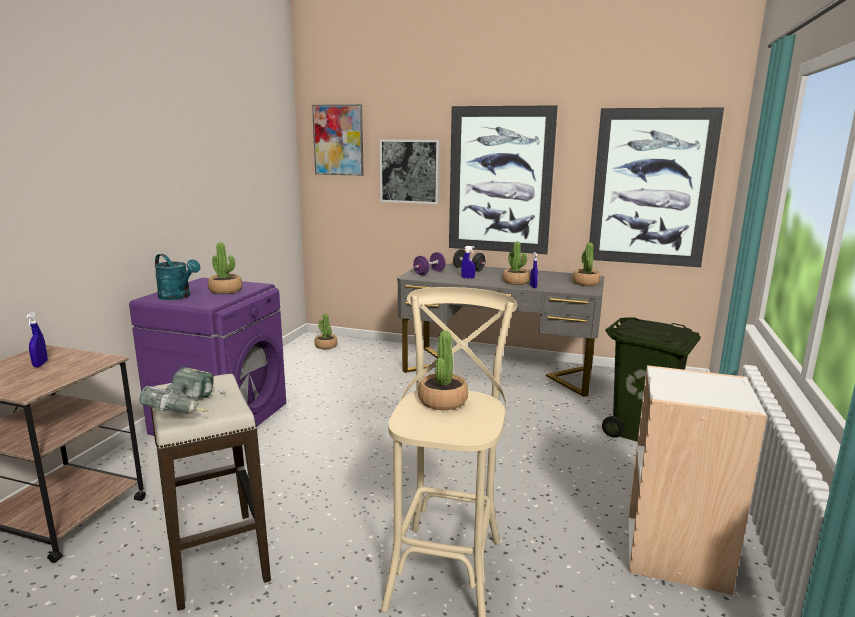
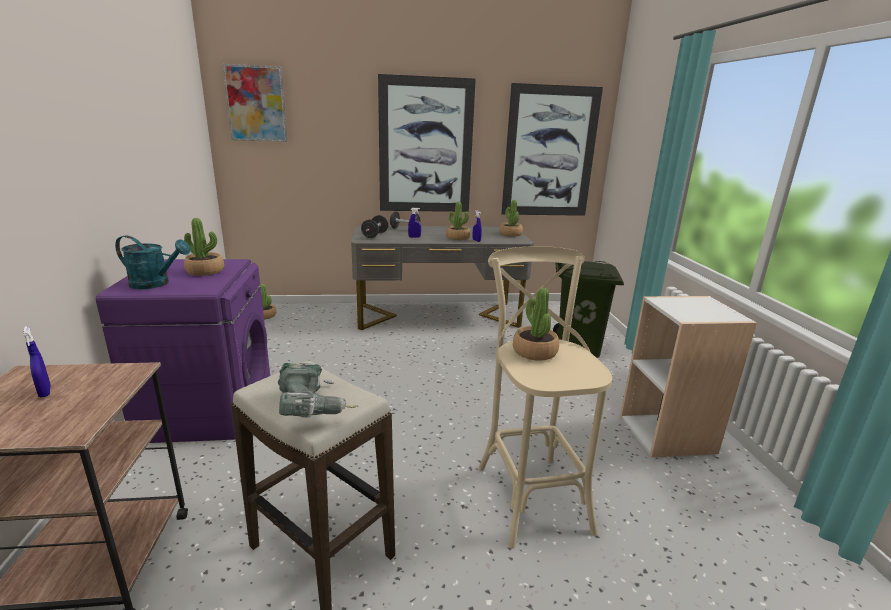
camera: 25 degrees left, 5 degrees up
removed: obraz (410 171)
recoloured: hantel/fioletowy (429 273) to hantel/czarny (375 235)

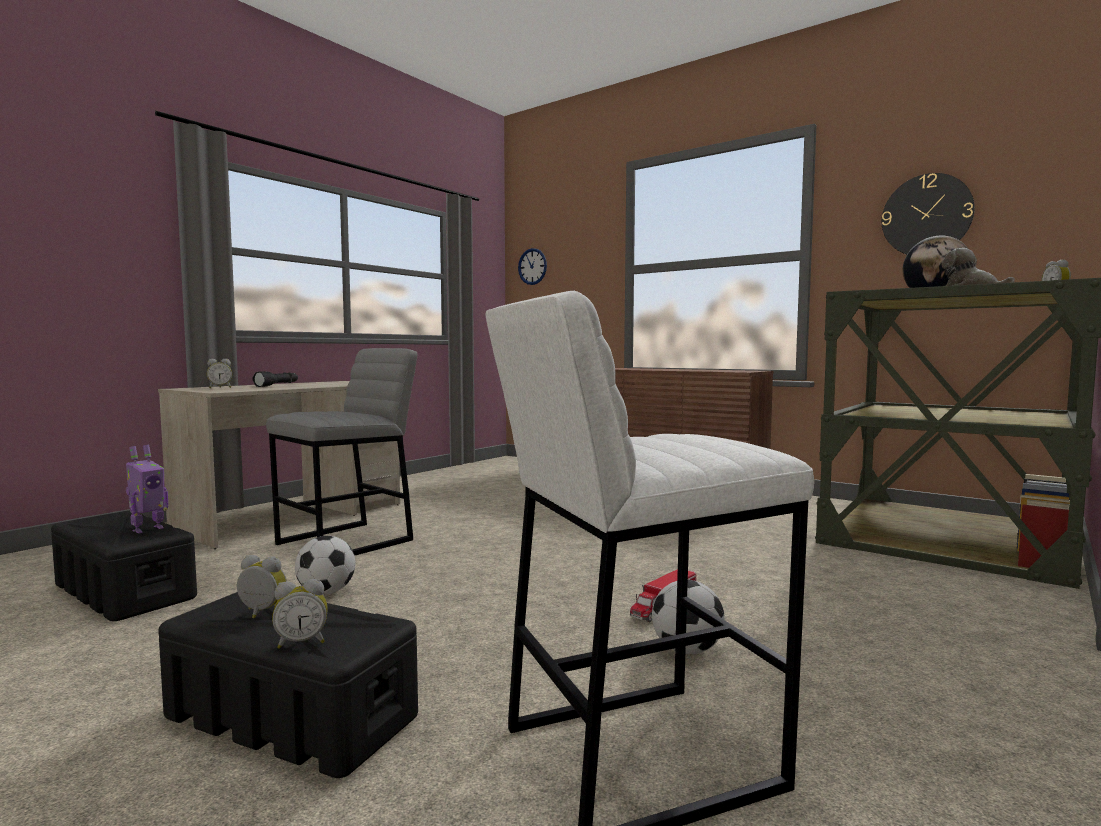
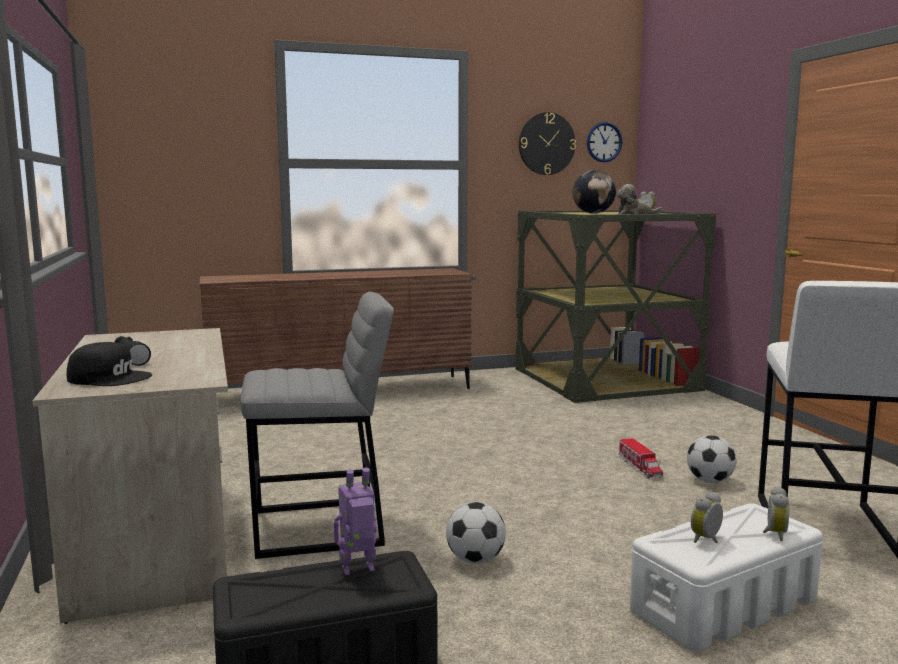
camera: 55 degrees left, 5 degrees up
moved: zegar ścienny (532 266) to (604 142)
replaced: budzik (220 387) to czapka z daszkiem/czarny (110 378)
recoloured: pojemnik do przechowywania/czarny (290 716) to pojemnik do przechowywania/biały (723 606)
turned: krzesło/szary (348 541) = (322 527) 90 degrees clockwise; robot zabawkowy (147 529) = (358 569) 90 degrees counterclockwise

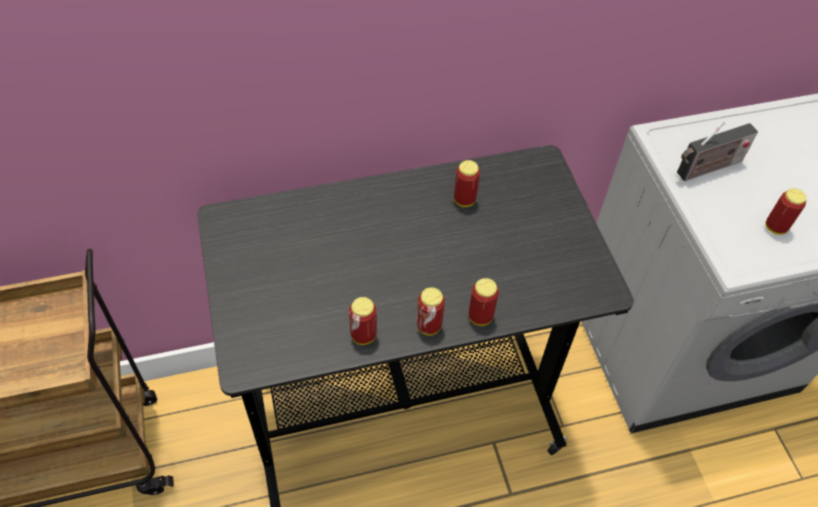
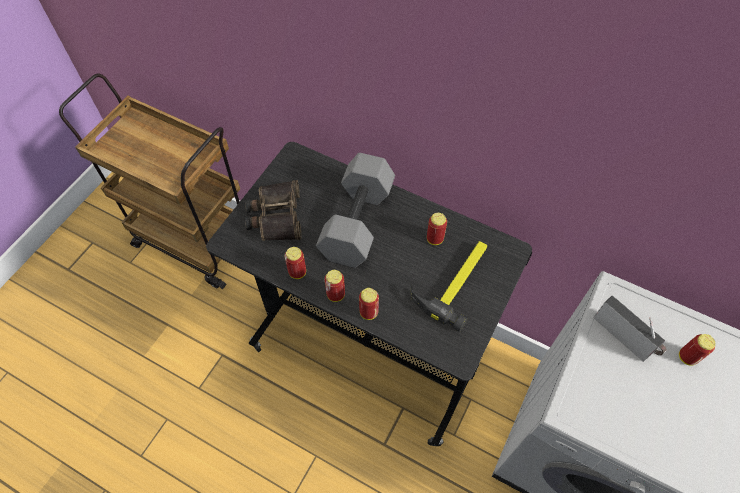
camera: 45 degrees right, 5 degrees up
added: hantel/szary (358 223); lornetka (275 216); młotek (454 281)
moved: puszka (775 227) to (687 357)
turned: radio (707 168) = (624 337) 150 degrees counterclockwise

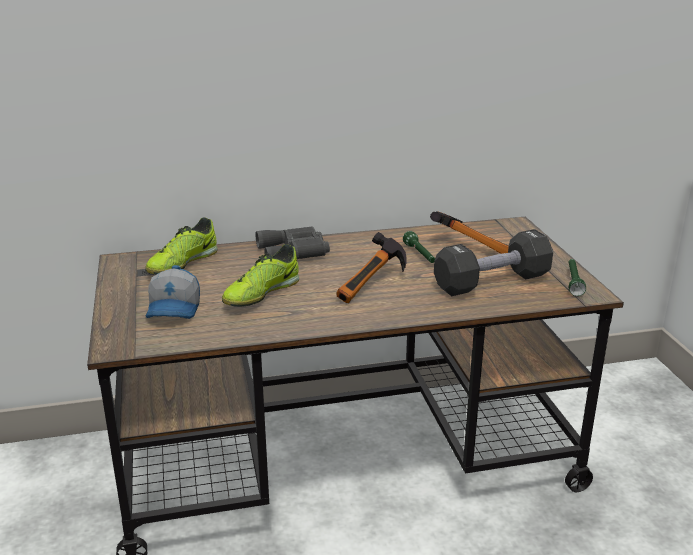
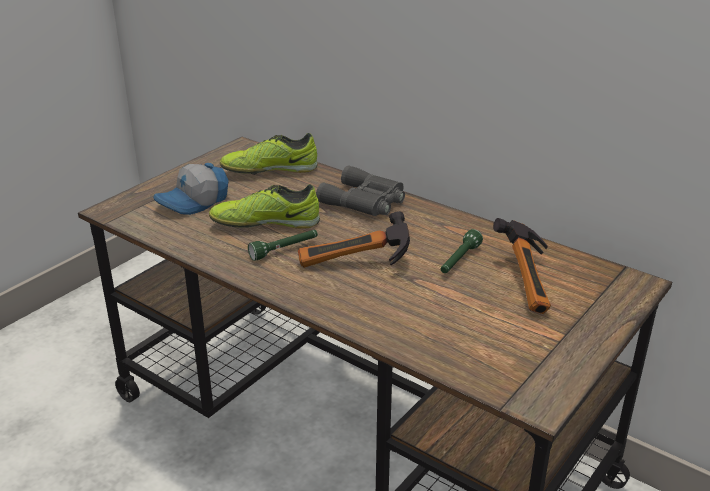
camera: 50 degrees right, 5 degrees up
removed: hantel/czarny (492 282)
moved: latarka/zielony (573 282) to (284 250)

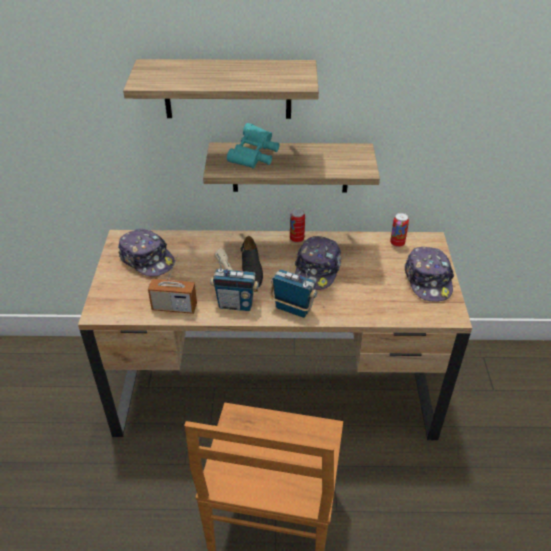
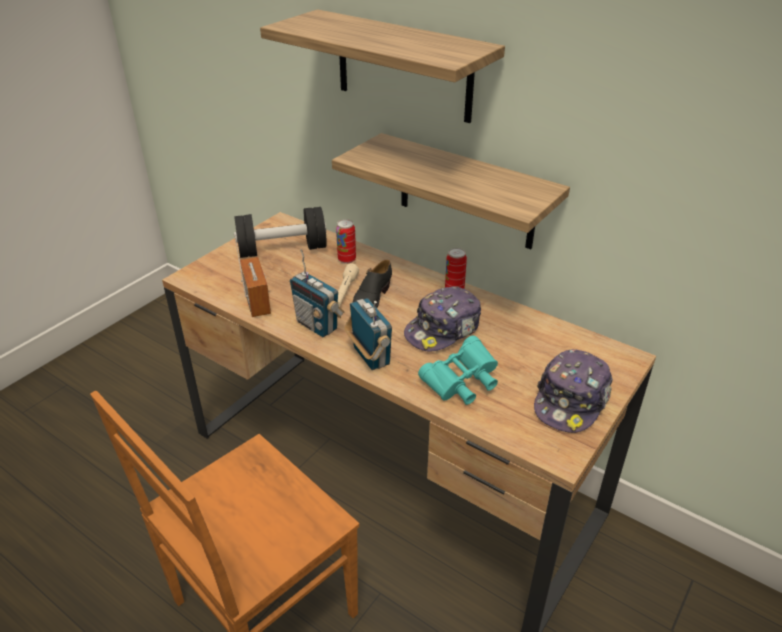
camera: 35 degrees right, 5 degrees down
moved: lornetka/turkusowy (254 157) to (461 384); puszka (397 243) to (347 259)
replaced: czapka z daszkiem (147 259) to hantel/czarny (282 249)
turned: radio (174 307) = (257 302) 150 degrees counterclockwise

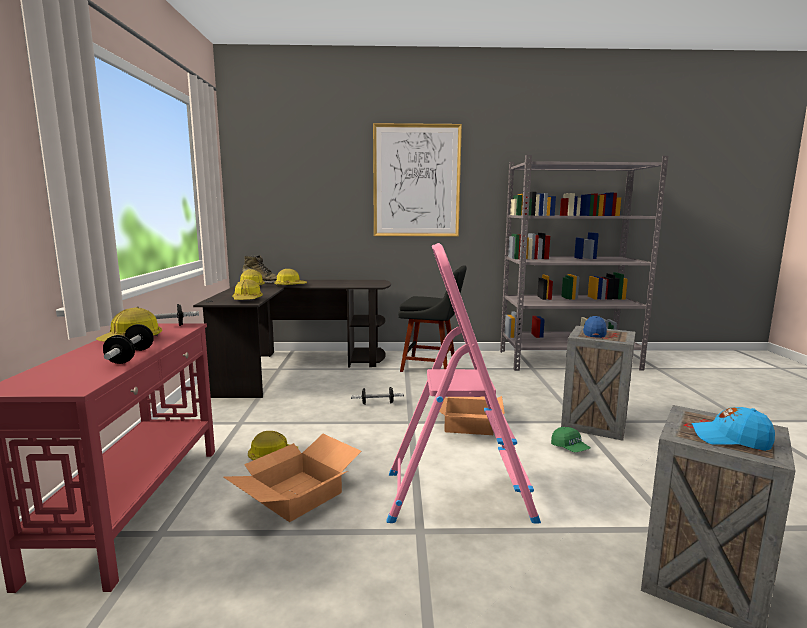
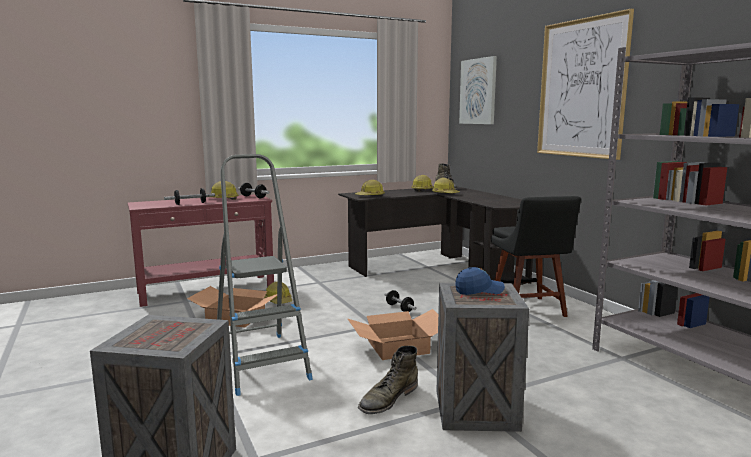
camera: 65 degrees right, 0 degrees up
removed: czapka z daszkiem/niebieski (730 439)
added: obraz (478 91)
replaced: czapka z daszkiem/zielony (570 448) to but z cholewką/zielony (388 399)
recoloured: drabinka/różowy (460 496) to drabinka/szary (261 362)

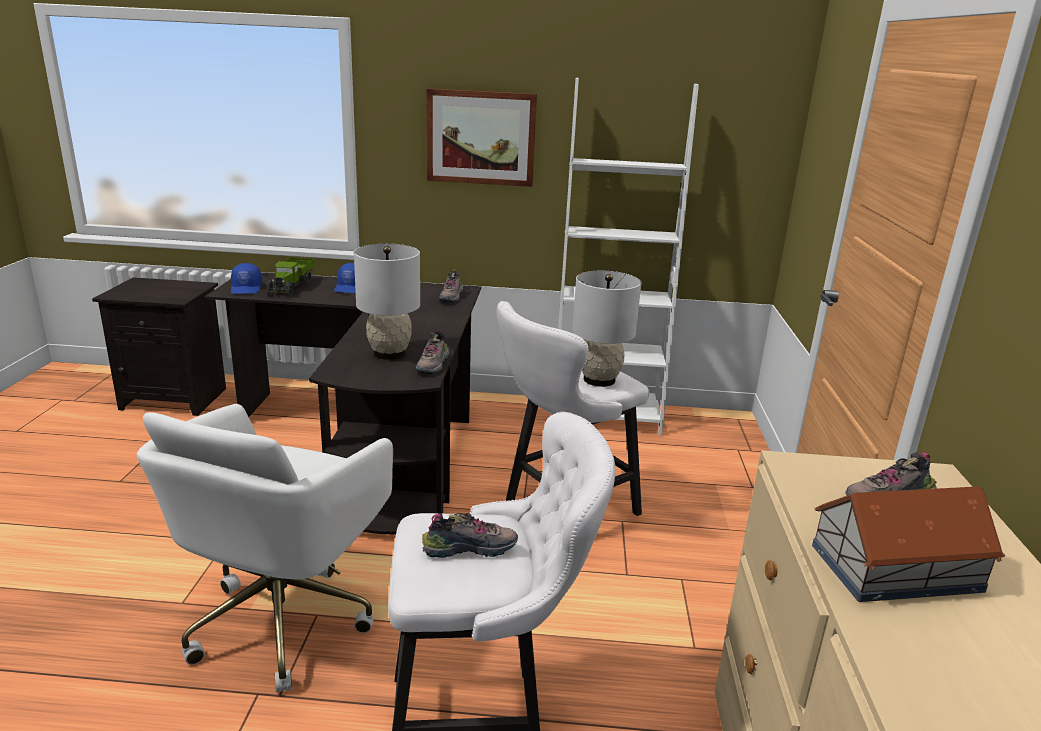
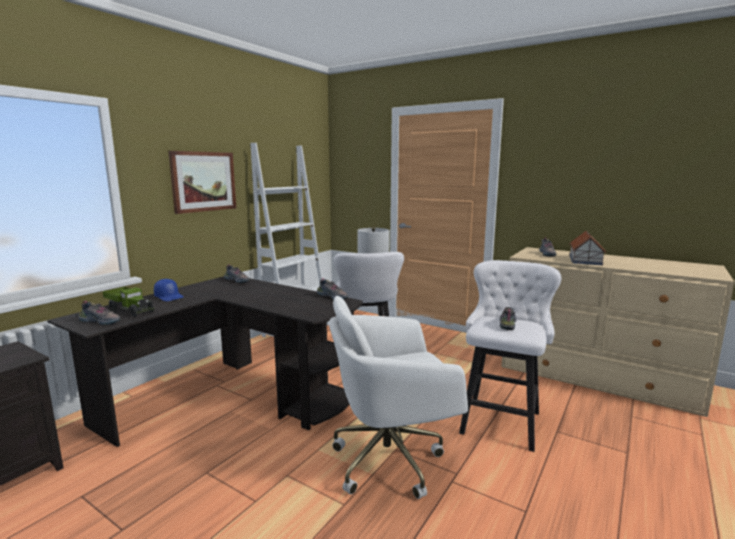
camera: 60 degrees left, 10 degrees down
removed: lampa stołowa/biały (389 353)
replaced: czapka z daszkiem/niebieski (247 288) to but (101 322)
turned: krzesło biurowe/biały (286 619) = (392 461) 120 degrees clockwise

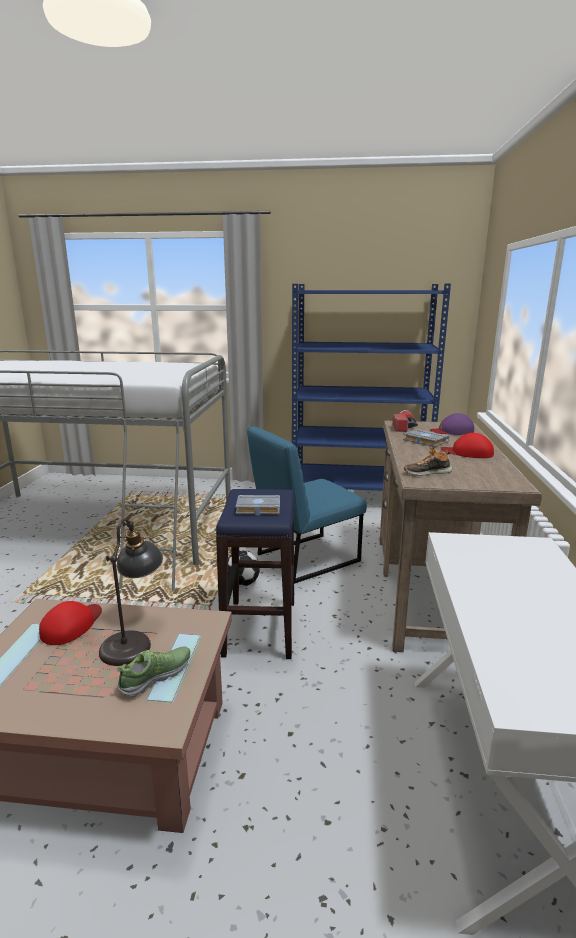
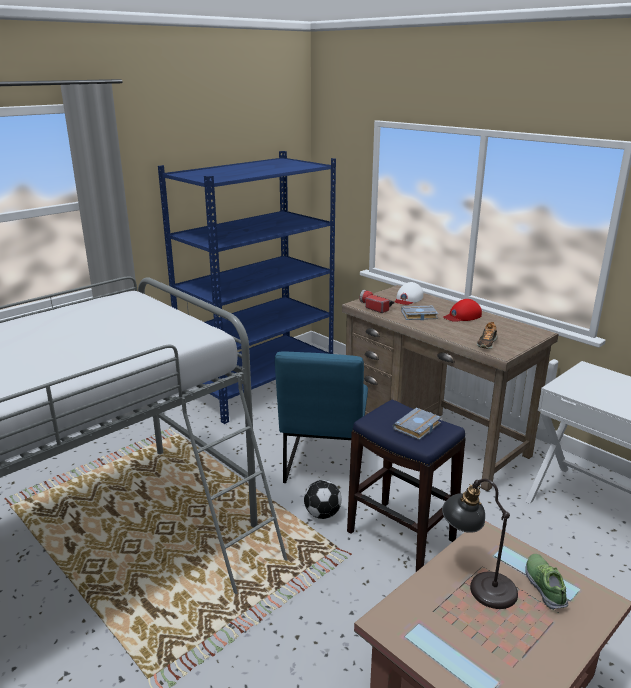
camera: 50 degrees left, 5 degrees up
removed: czapka z daszkiem/czerwony (72 625)
recoloured: czapka z daszkiem/fioletowy (452 431) to czapka z daszkiem/biały (408 299)

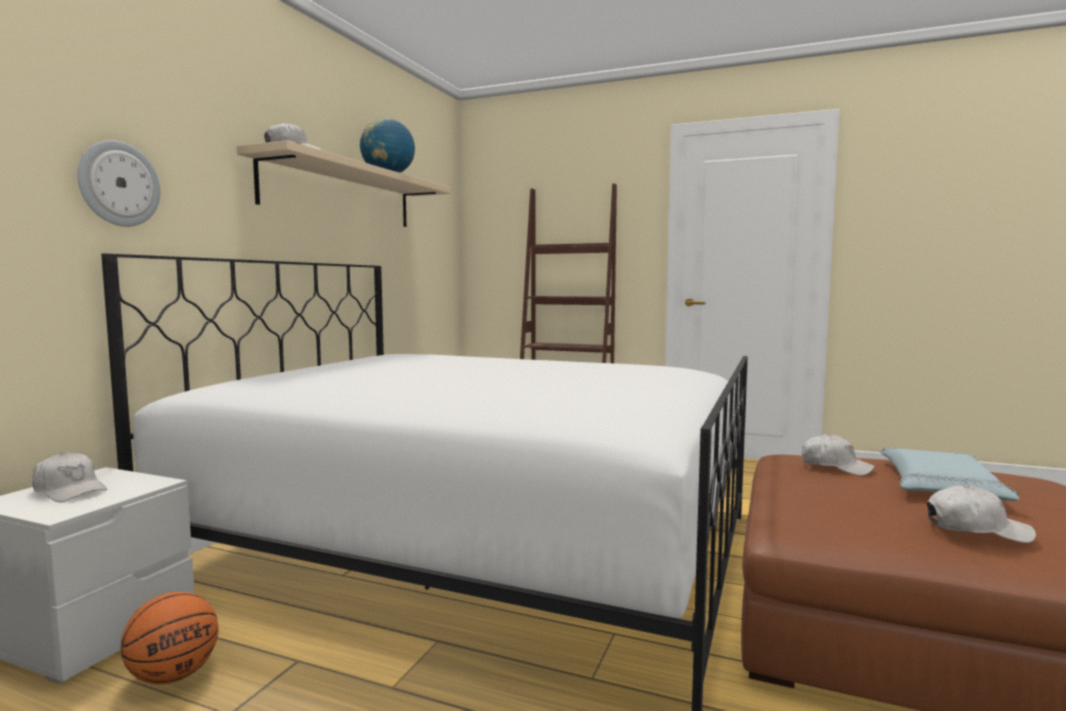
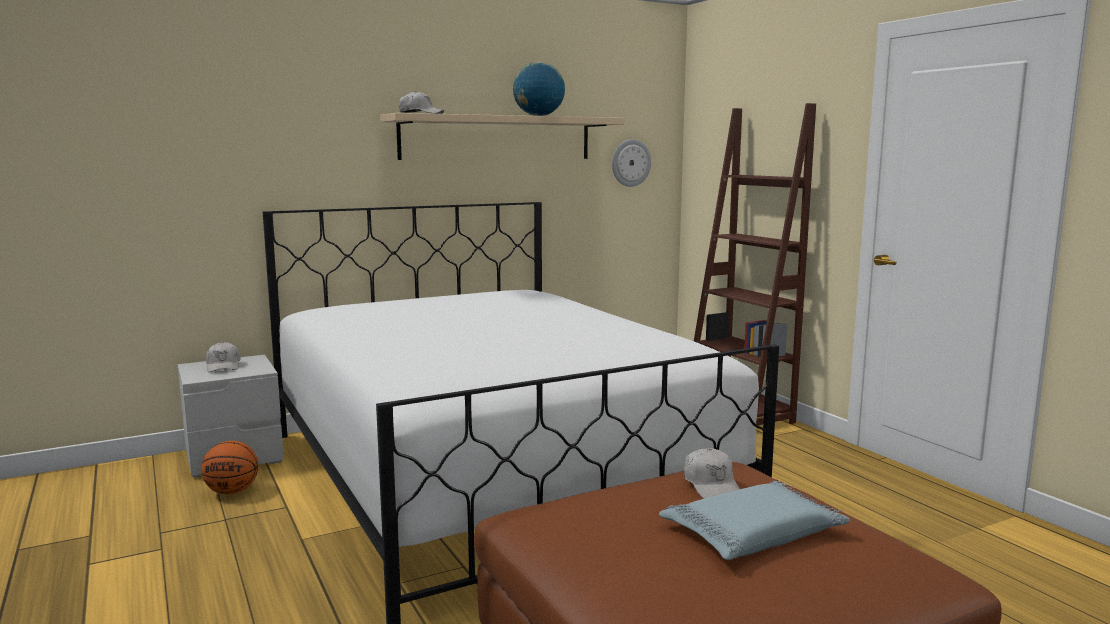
camera: 40 degrees right, 5 degrees up
removed: czapka z daszkiem/biały (976 529)
moved: zegar ścienny (119 184) to (630 163)

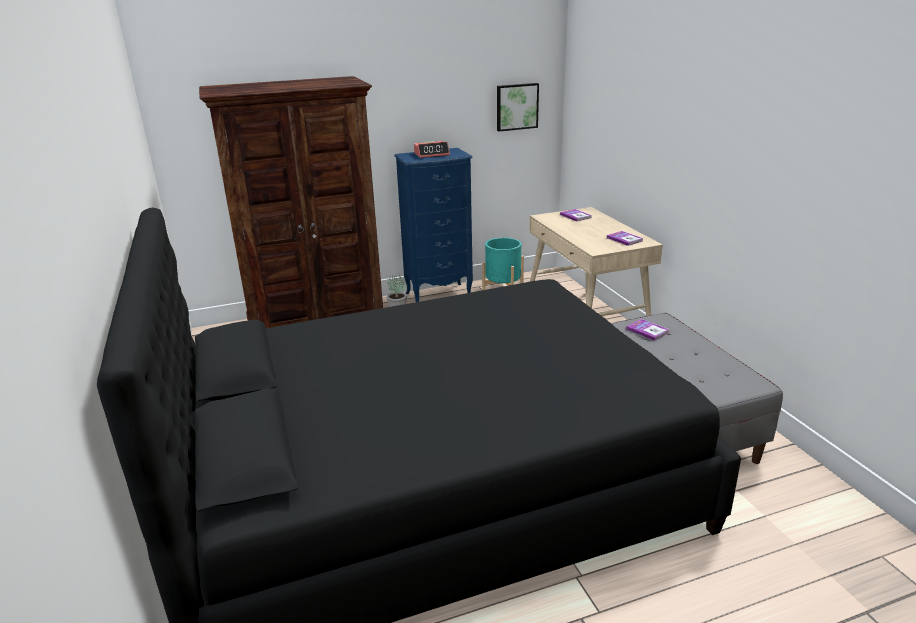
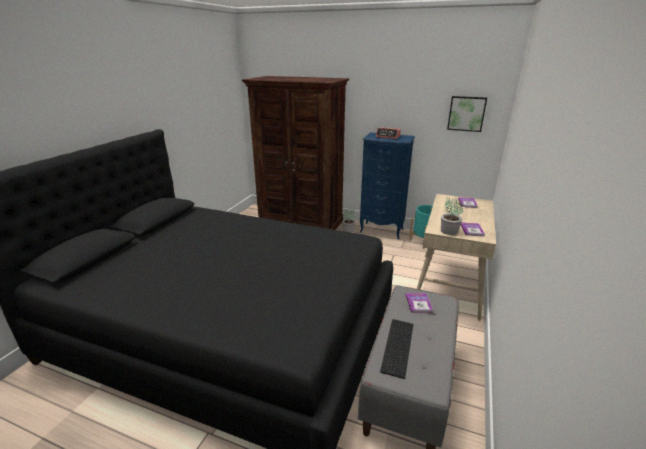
camera: 40 degrees right, 0 degrees up
added: roślina doniczkowa (448 231); klawiatura (396 346)

